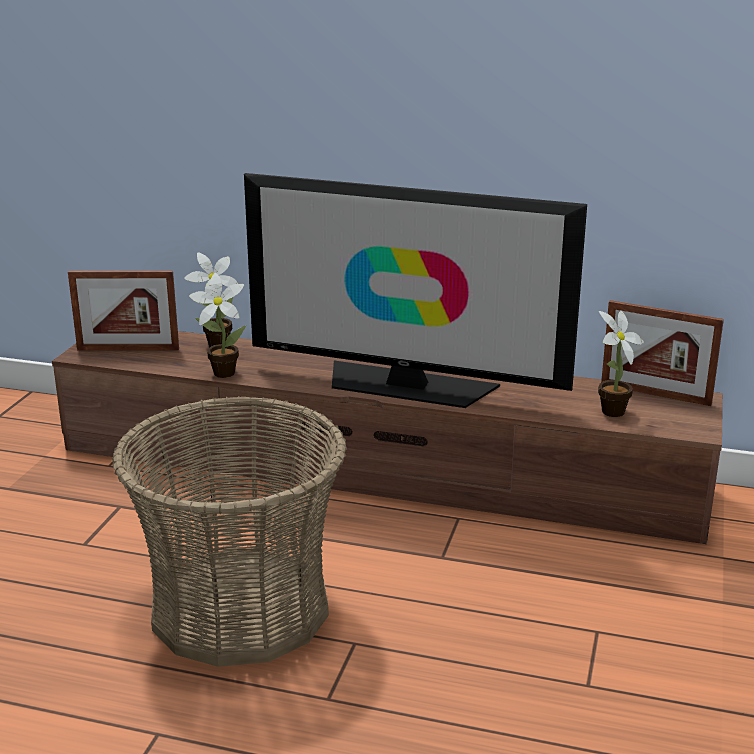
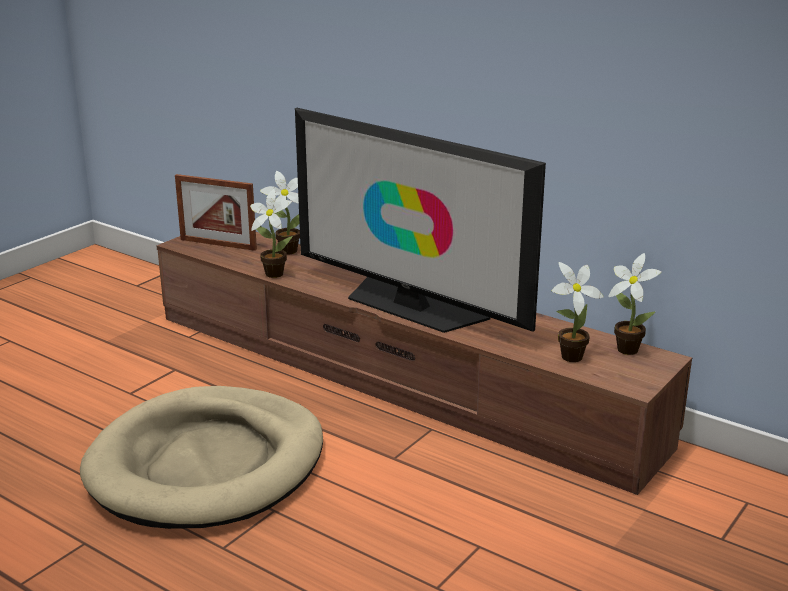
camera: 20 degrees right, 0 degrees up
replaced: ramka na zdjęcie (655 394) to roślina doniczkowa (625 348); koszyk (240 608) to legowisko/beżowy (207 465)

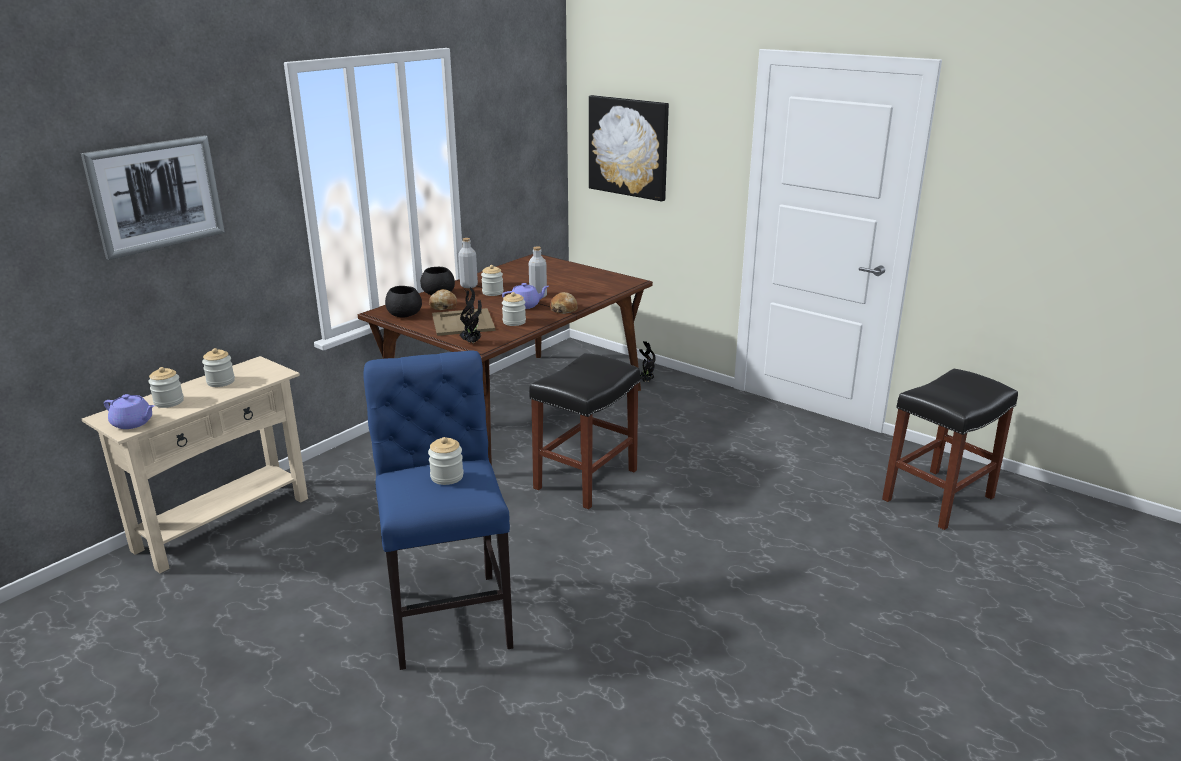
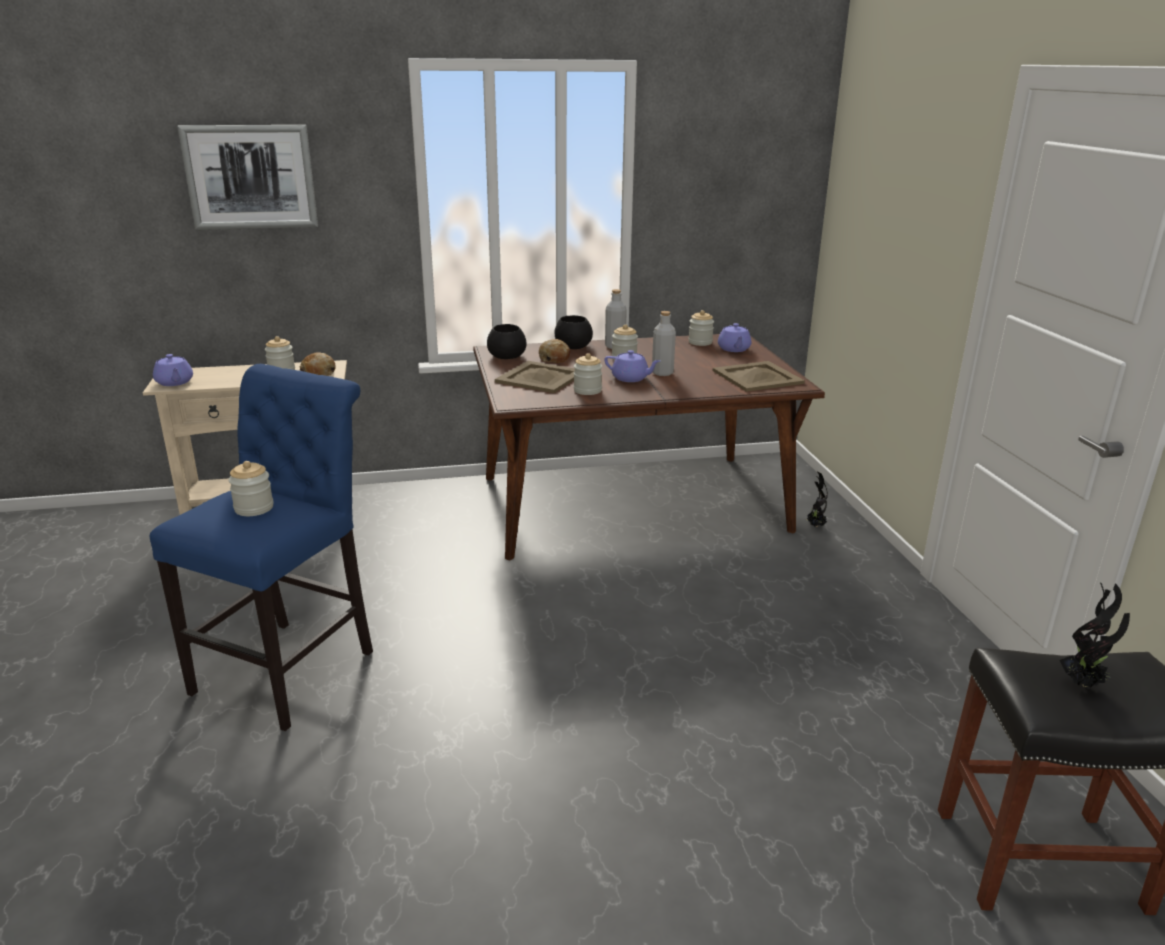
camera: 40 degrees right, 0 degrees up
removed: obraz (628 147); stołek/czarny (585 480)
added: imbryk/fioletowy (734 349); taca/beżowy (757 377)
moved: roślina doniczkowa (472 342) to (1083 684); chleb (564 309) to (318 372); słoik (169 402) to (700 342)

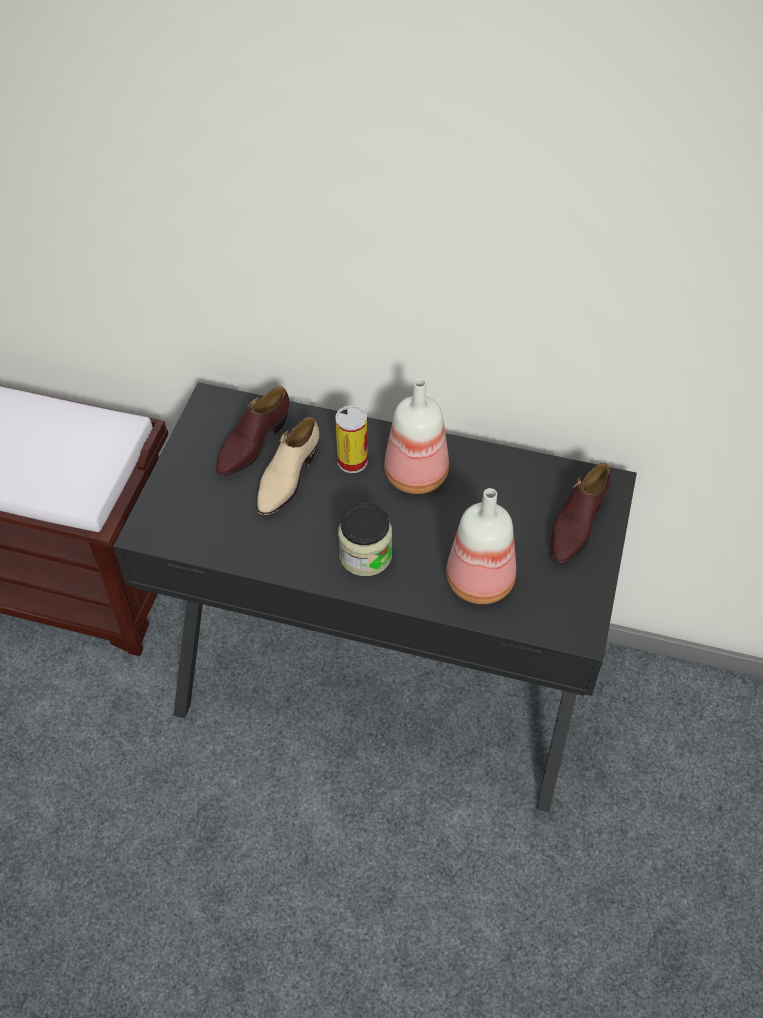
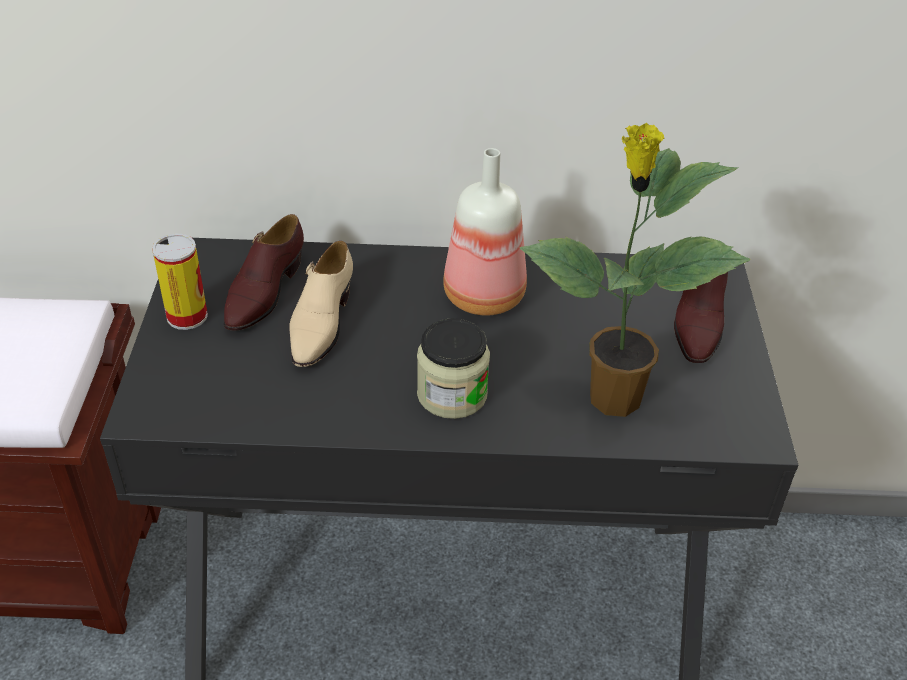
camera: 15 degrees left, 10 degrees down
moved: puszka (352 461) to (187 316)
replaced: butelka (482 581) to roślina doniczkowa (611 400)

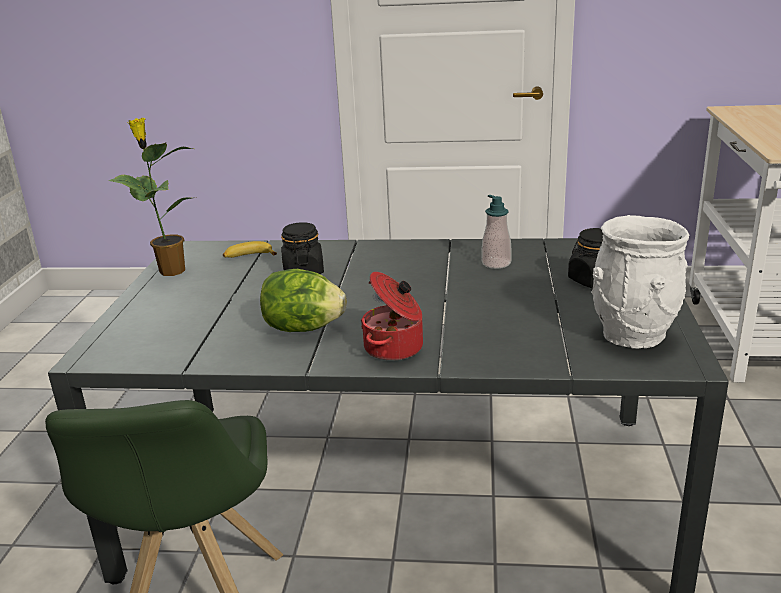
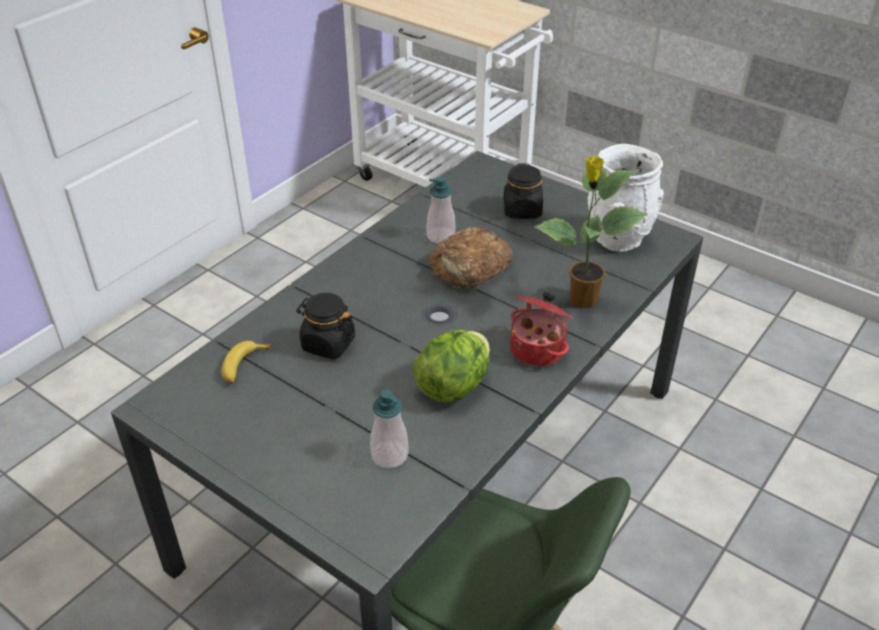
camera: 60 degrees left, 15 degrees up
added: chleb (469 267); dozownik mydła (389 455)
moved: roślina doniczkowa (170 271) to (582 301)

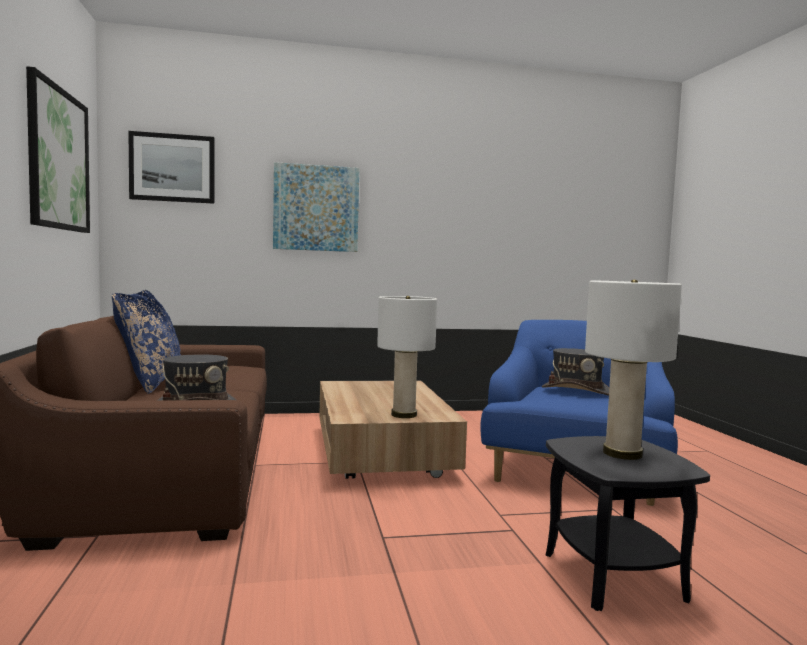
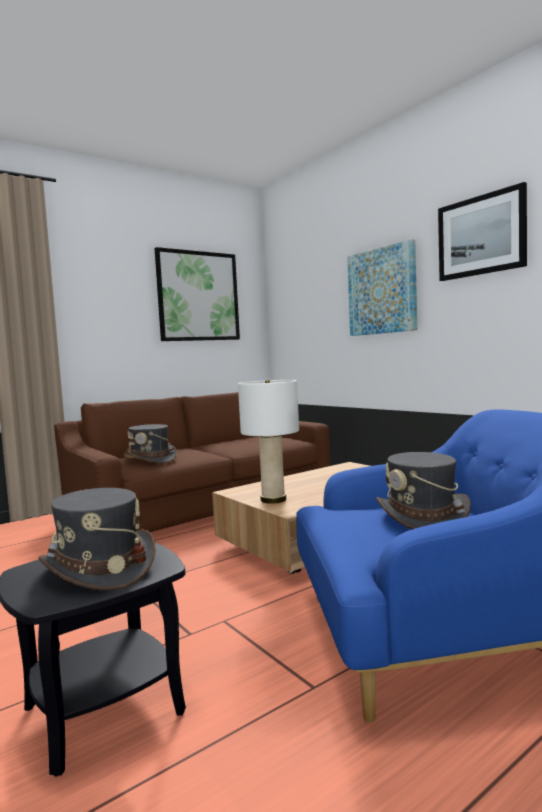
camera: 65 degrees right, 0 degrees up
removed: poduszka/niebieski (150 384)
moved: obraz (172 168) to (481 235)
replaced: lampa stołowa/biały (622 453) to kapelusz/szary (99 569)

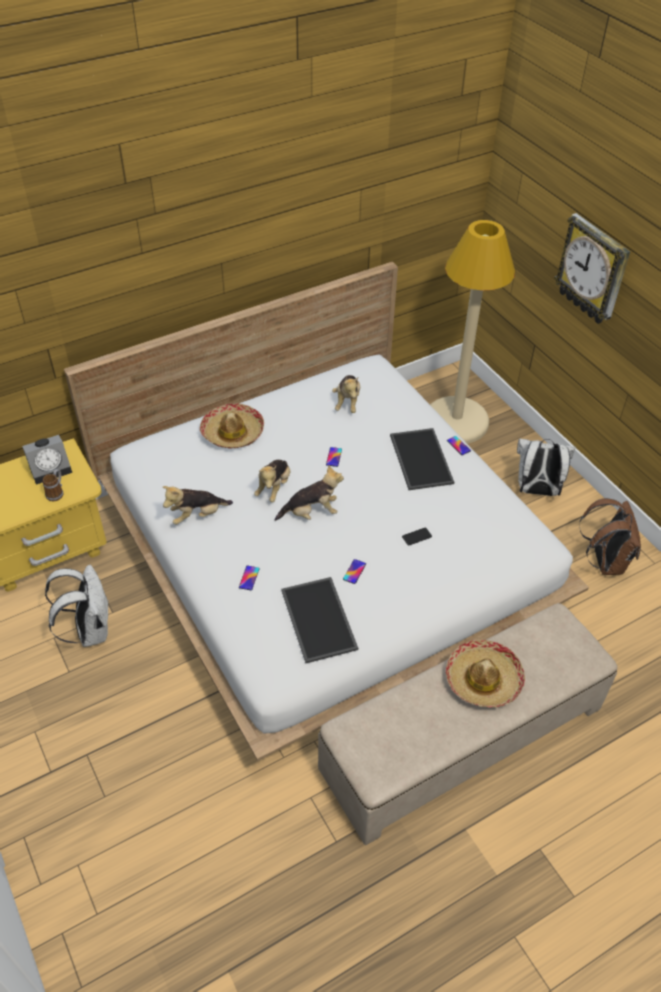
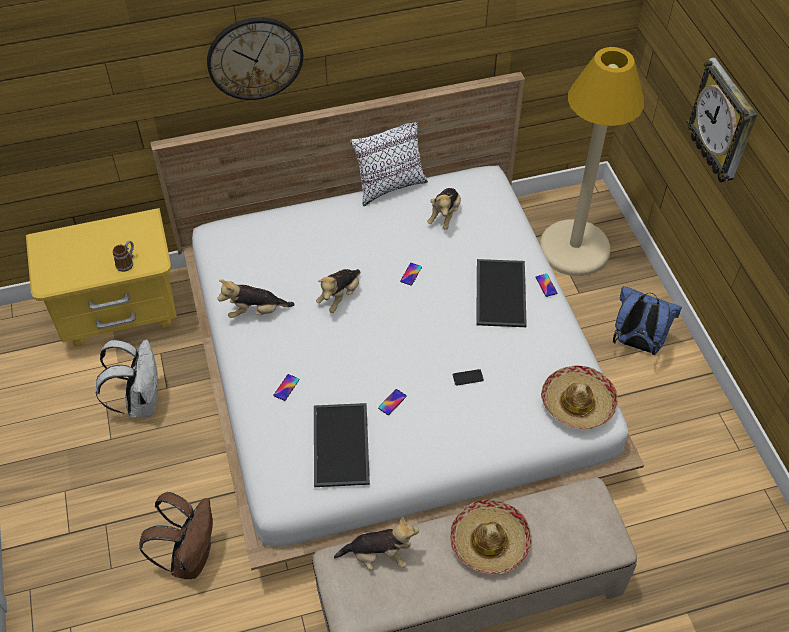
camera: 15 degrees right, 5 degrees up
removed: budzik (51 468)
added: zegar ścienny (255 58); poduszka/biały (390 187)
moved: kapelusz (233 432) to (577 403); pluszak (311 512) to (378 556); plecak/brązowy (604 561) to (190 556)
recoloured: plecak/biały (536 491) to plecak/niebieski (636 343)

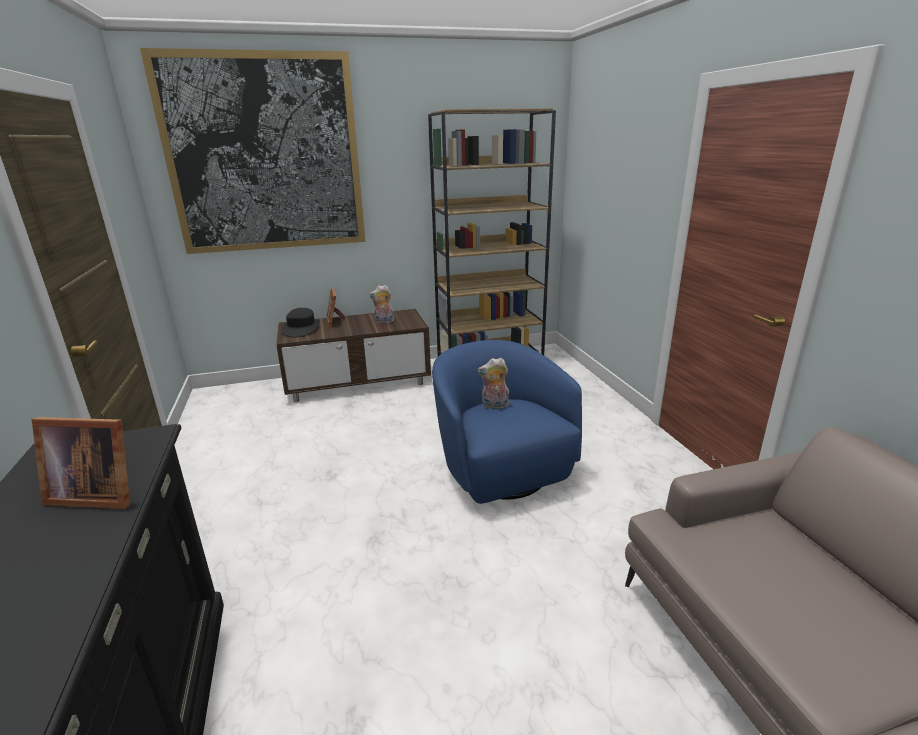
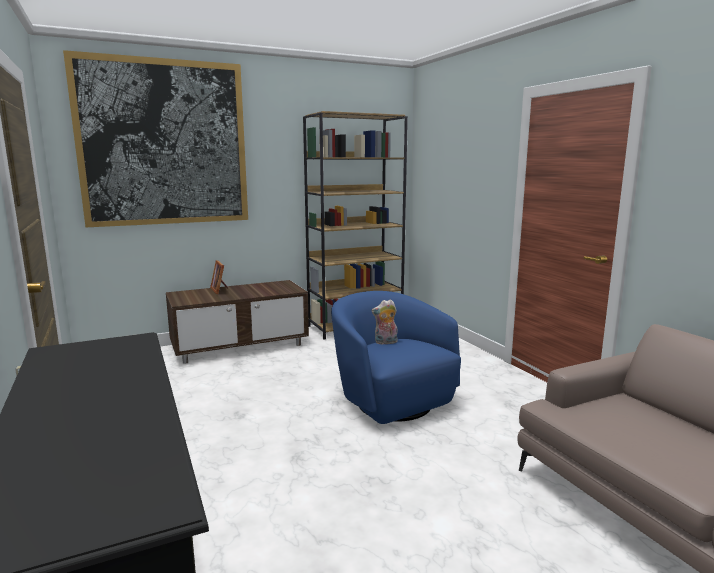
camera: 10 degrees left, 10 degrees down
removed: pluszak (383 322); kapelusz/czarny (301 328); ramka na zdjęcie (96 494)

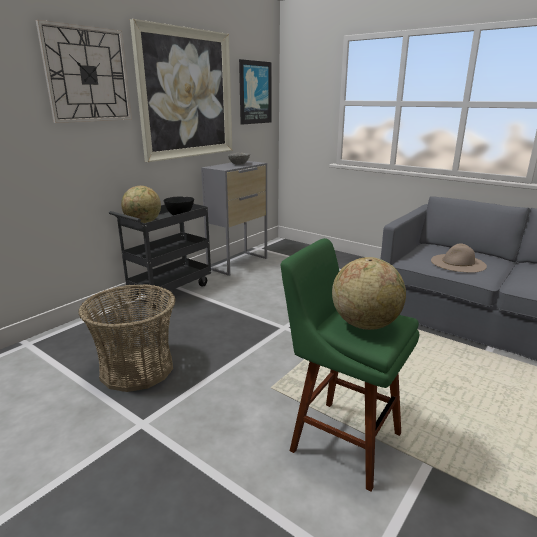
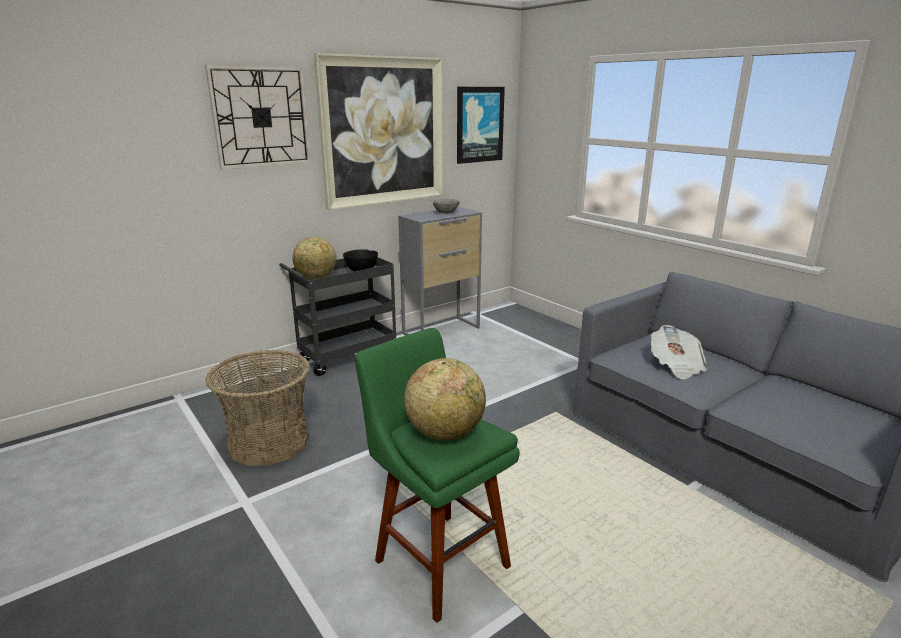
camera: 15 degrees right, 0 degrees up
replaced: kapelusz/beżowy (458 263) to gazeta (676 366)

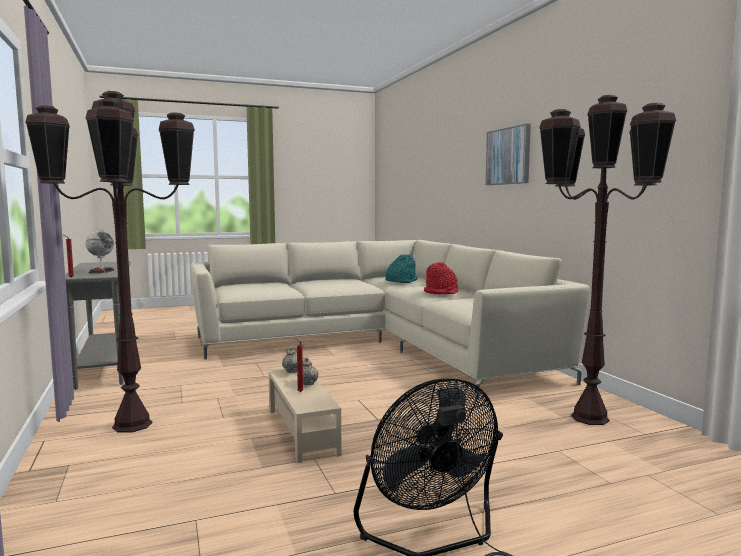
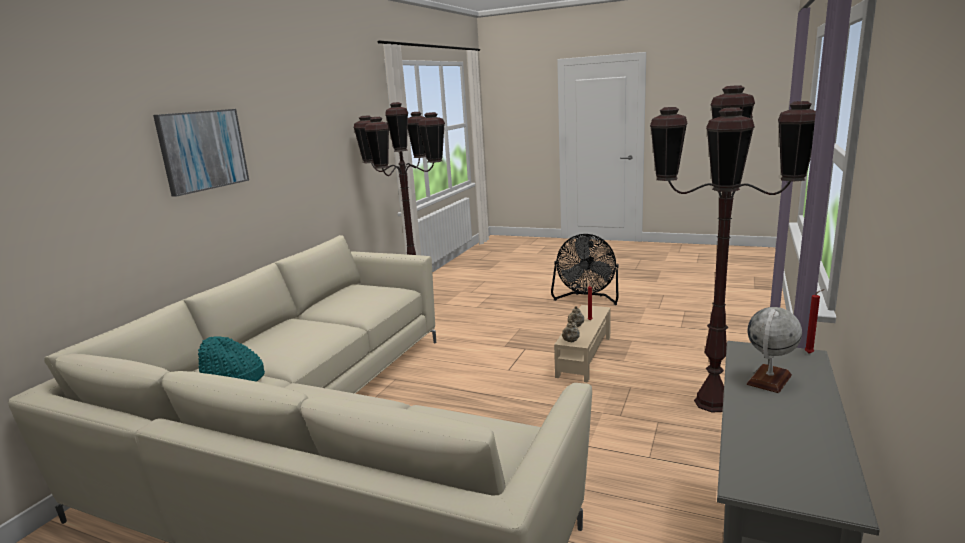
camera: 135 degrees left, 10 degrees up
removed: kapelusz/czerwony (441 292)

